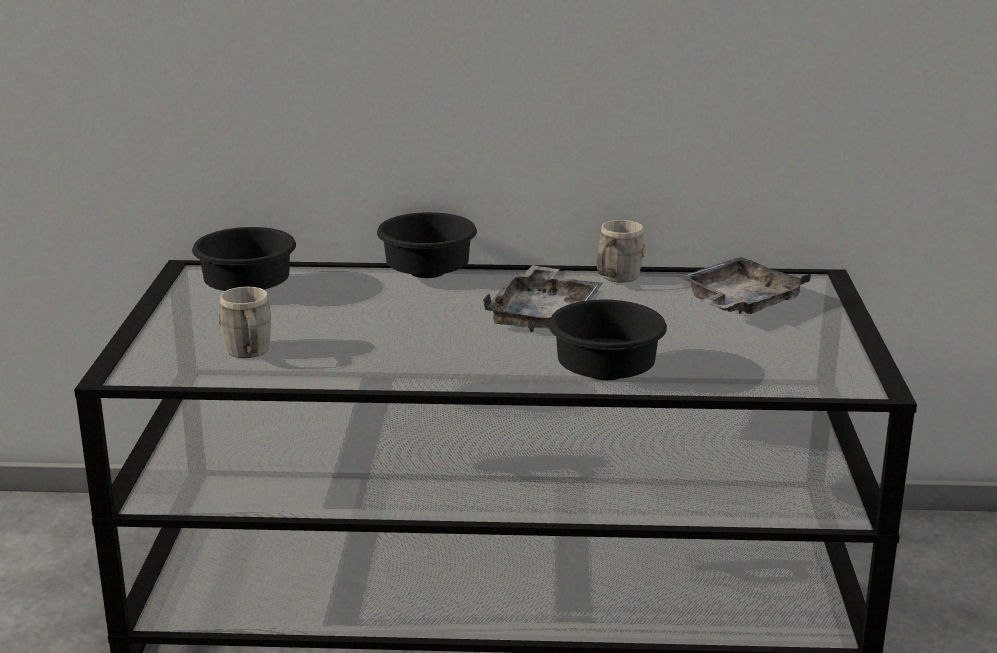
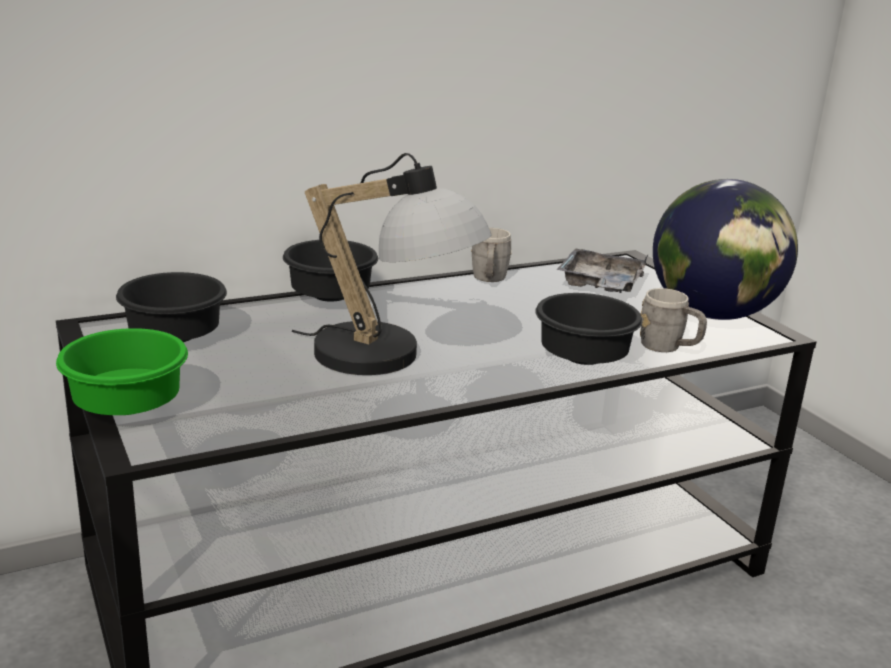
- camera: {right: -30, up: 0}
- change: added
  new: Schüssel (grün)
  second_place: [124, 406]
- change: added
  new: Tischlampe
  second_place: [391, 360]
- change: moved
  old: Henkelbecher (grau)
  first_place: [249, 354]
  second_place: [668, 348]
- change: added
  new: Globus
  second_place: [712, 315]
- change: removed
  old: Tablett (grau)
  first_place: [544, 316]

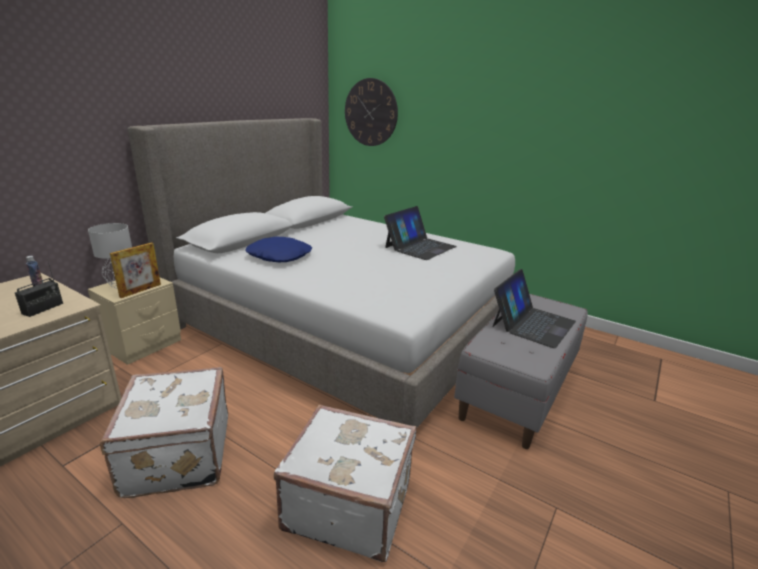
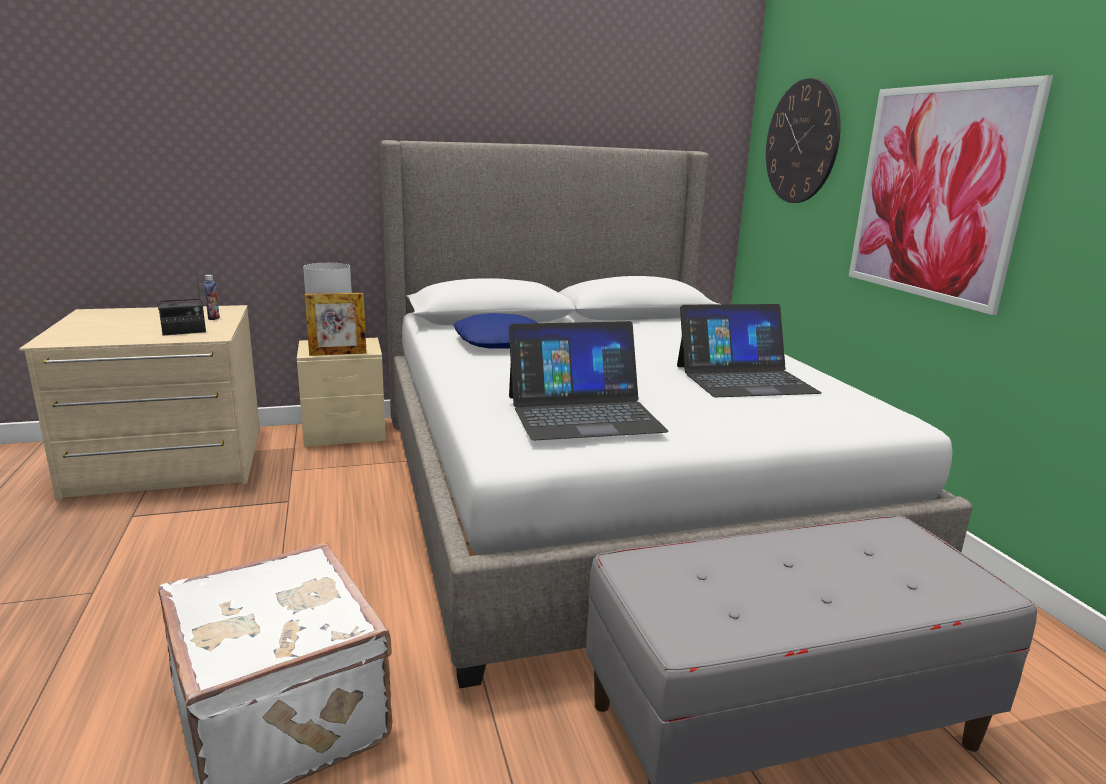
- camera: {right: 40, up: -5}
- change: moved
  old: Laptop
  first_place: [532, 323]
  second_place: [583, 413]
- change: added
  new: Bild
  second_place: [935, 193]
- change: removed
  old: Koffer (weiß)
  first_place: [176, 455]

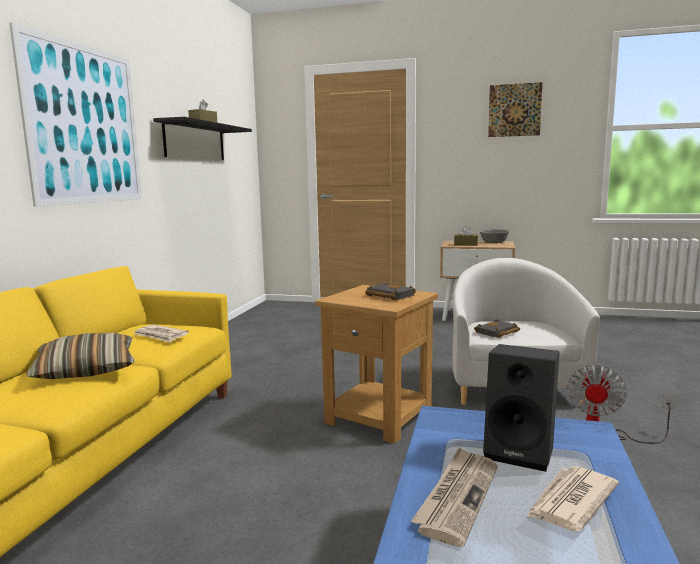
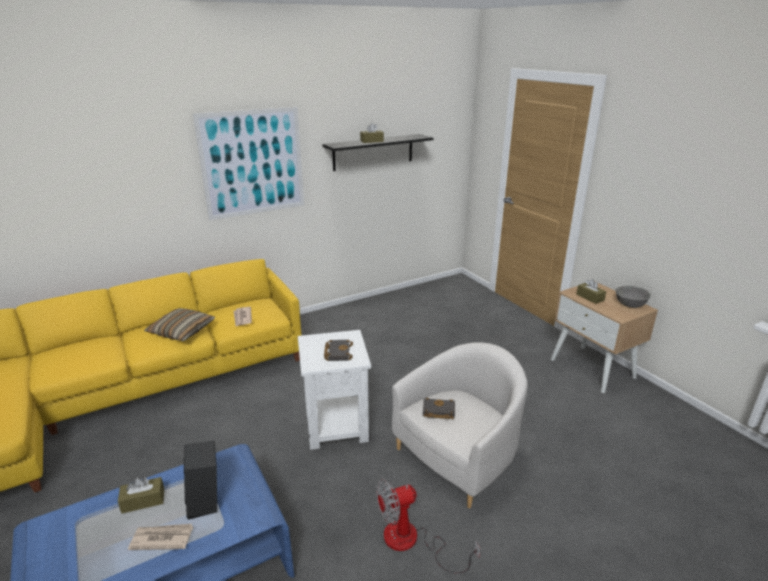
- camera: {right: 45, up: 15}
- change: replaced
  old: Zeitung
  new: Taschentuchbox (braun)
  first_place: [457, 496]
  second_place: [143, 501]
- change: recoloured
  old: Beistelltisch (braun)
  new: Beistelltisch (weiß)
  first_place: [380, 417]
  second_place: [336, 426]
- change: removed
  old: Bild
  first_place: [514, 110]

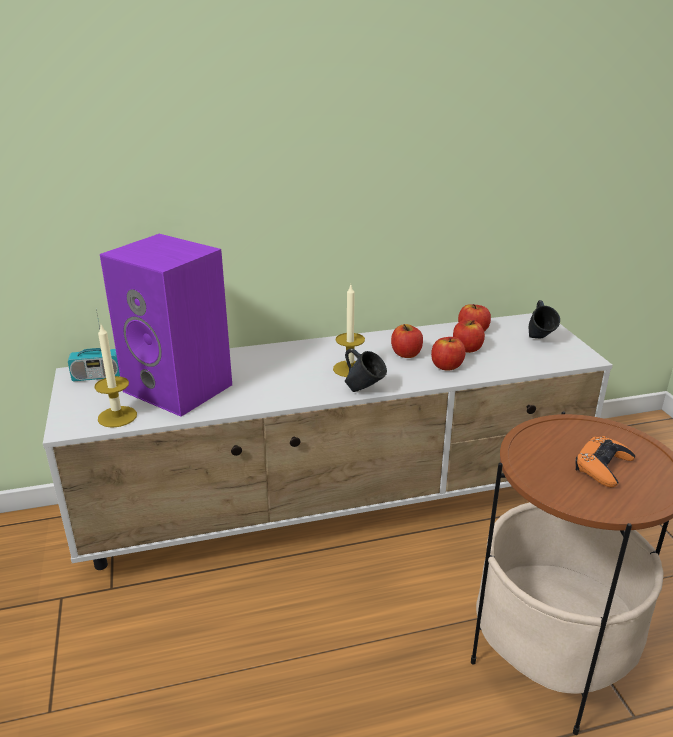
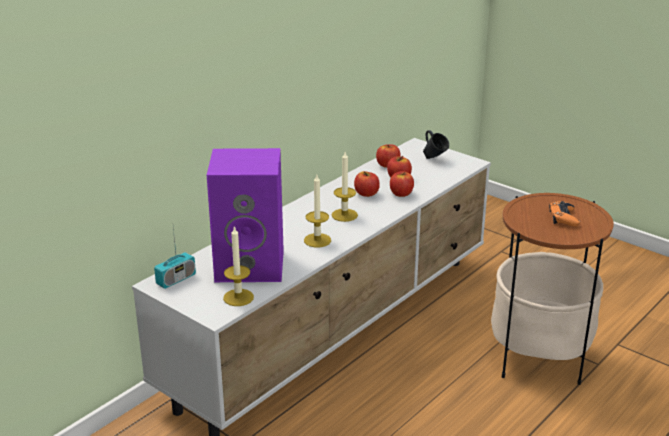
- camera: {right: -35, up: 0}
- change: added
  new: Kerze
  second_place: [317, 240]
- change: removed
  old: Henkelbecher (blau)
  first_place: [364, 391]

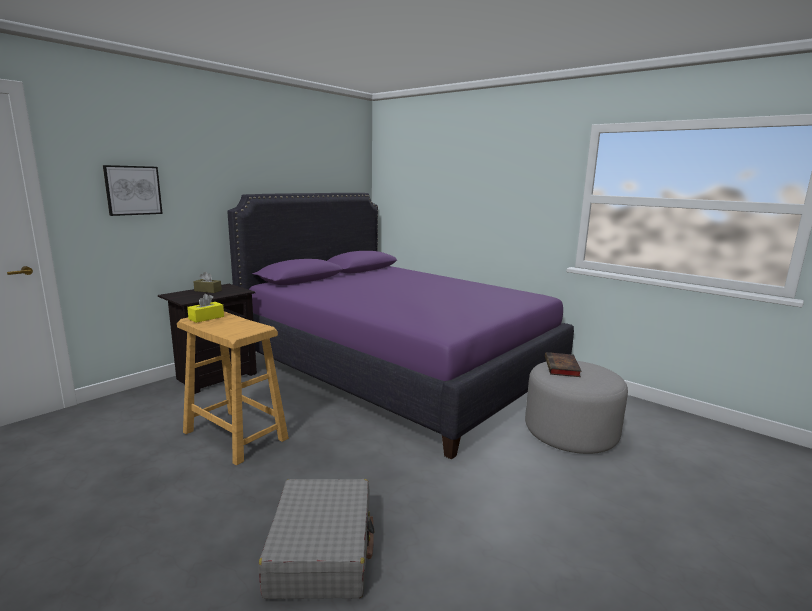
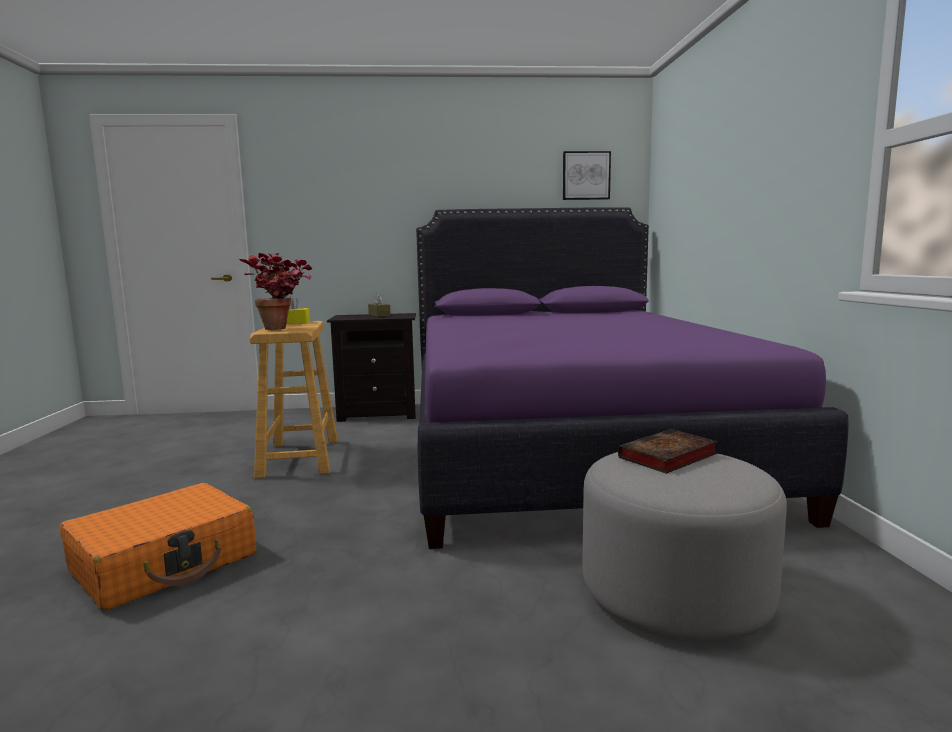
- camera: {right: 45, up: -5}
- change: recoloured
  old: Koffer (grau)
  new: Koffer (orange)
  first_place: [322, 550]
  second_place: [165, 563]
- change: added
  new: Topfpflanze
  second_place: [282, 329]
- change: moved
  old: Bild
  first_place: [133, 190]
  second_place: [586, 175]

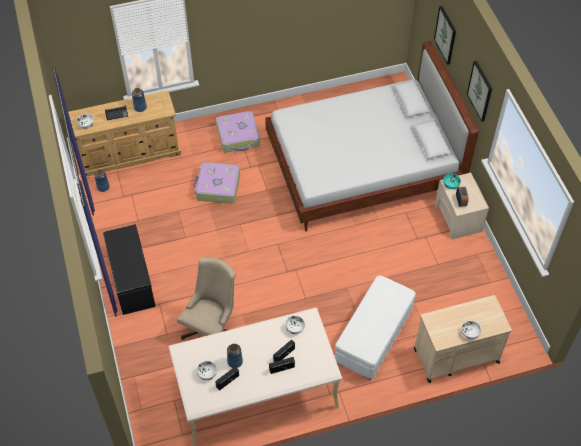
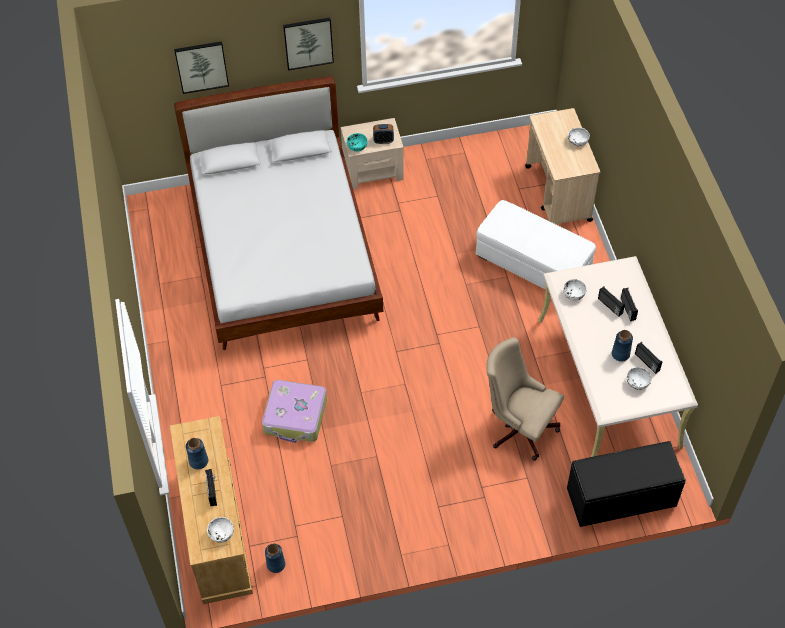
- camera: {right: -85, up: 0}
- change: moved
  old: Bank (schwarz)
  first_place: [131, 280]
  second_place: [621, 497]
- change: removed
  old: Koffer
  first_place: [238, 136]

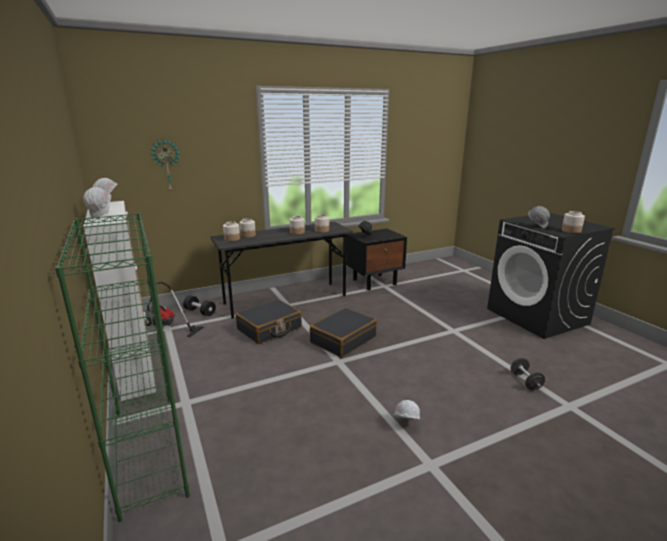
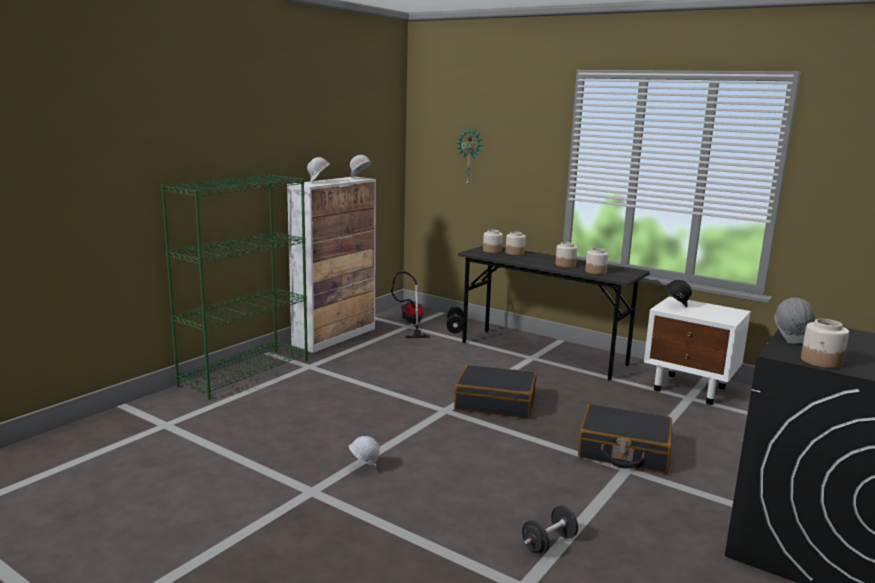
- camera: {right: 60, up: -5}
- change: moved
  old: Koffer (schwarz)
  first_place: [269, 329]
  second_place: [624, 451]
- change: recoloured
  old: Nachttisch (schwarz)
  new: Nachttisch (weiß)
  first_place: [375, 281]
  second_place: [691, 389]

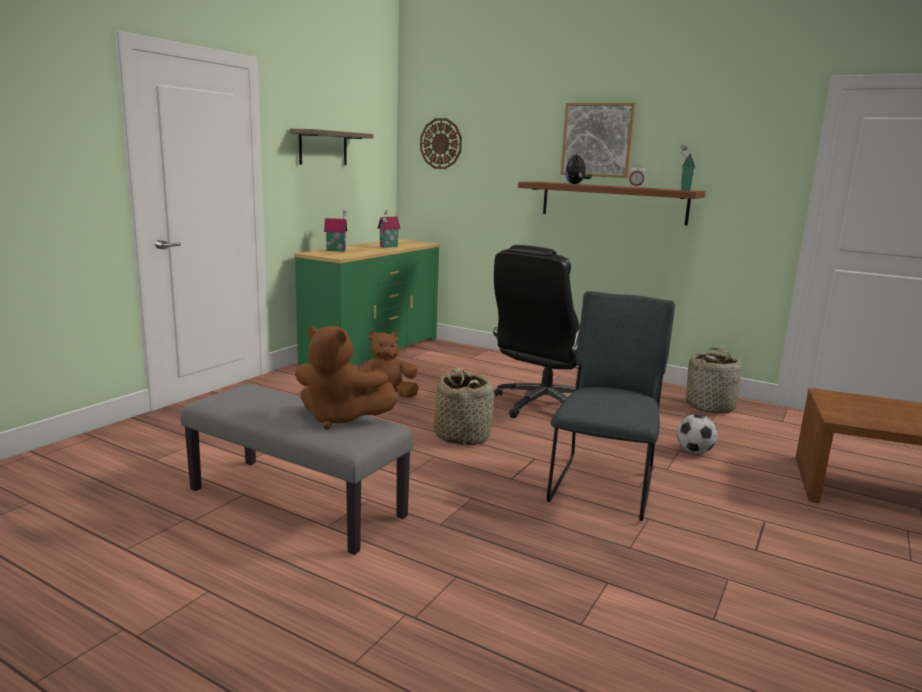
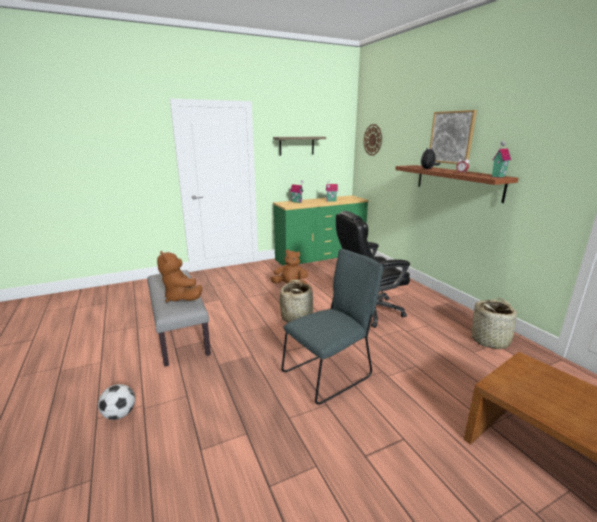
- camera: {right: 35, up: 5}
- change: moved
  old: Fußball
  first_place: [694, 451]
  second_place: [120, 414]

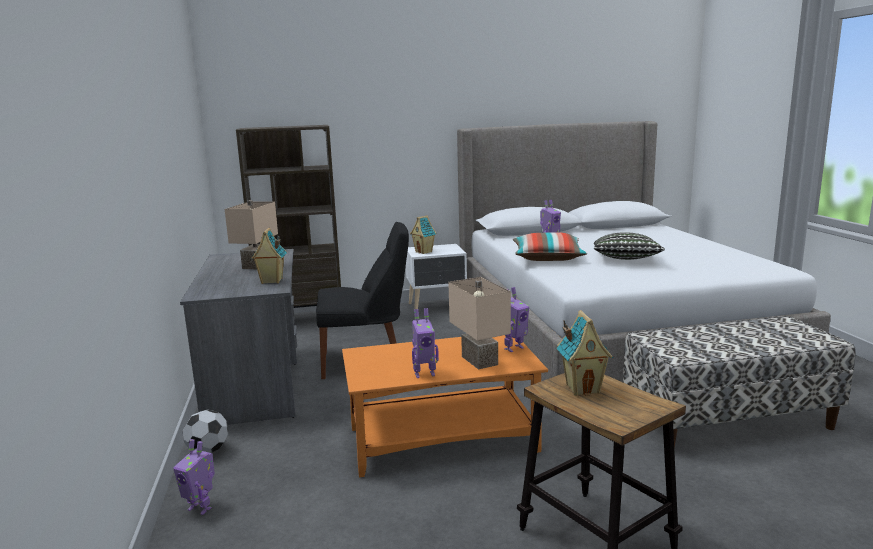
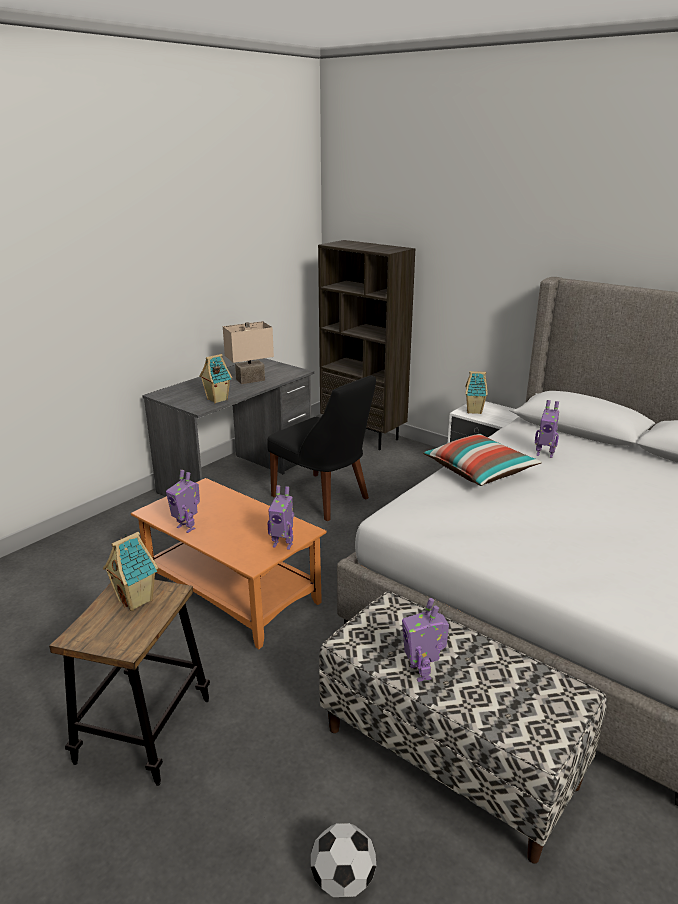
- camera: {right: 50, up: 10}
- change: moved
  old: Fußball
  first_place: [208, 451]
  second_place: [343, 880]
- change: moved
  old: Spielzeugroboter
  first_place: [200, 508]
  second_place: [422, 672]
- change: removed
  old: Tischlampe (beige)
  first_place: [481, 360]
- change: removed
  old: Kissen
  first_place: [625, 260]

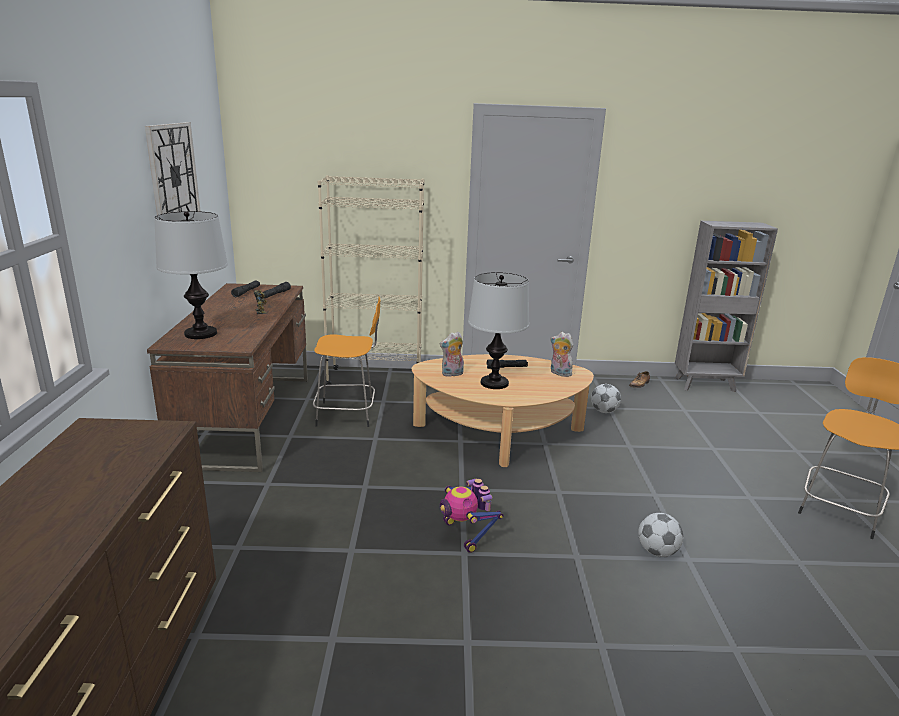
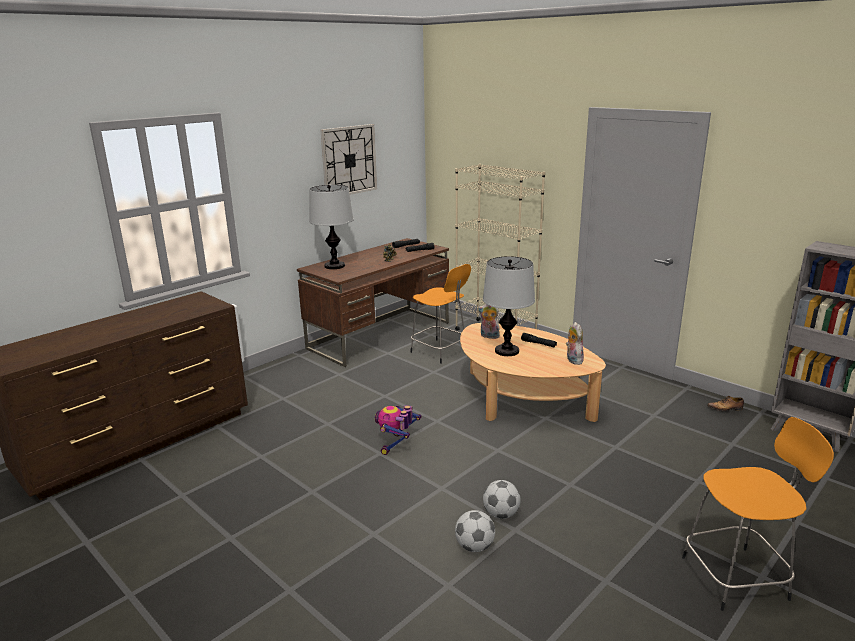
- camera: {right: 45, up: 0}
- change: moved
  old: Fußball
  first_place: [604, 411]
  second_place: [474, 547]

